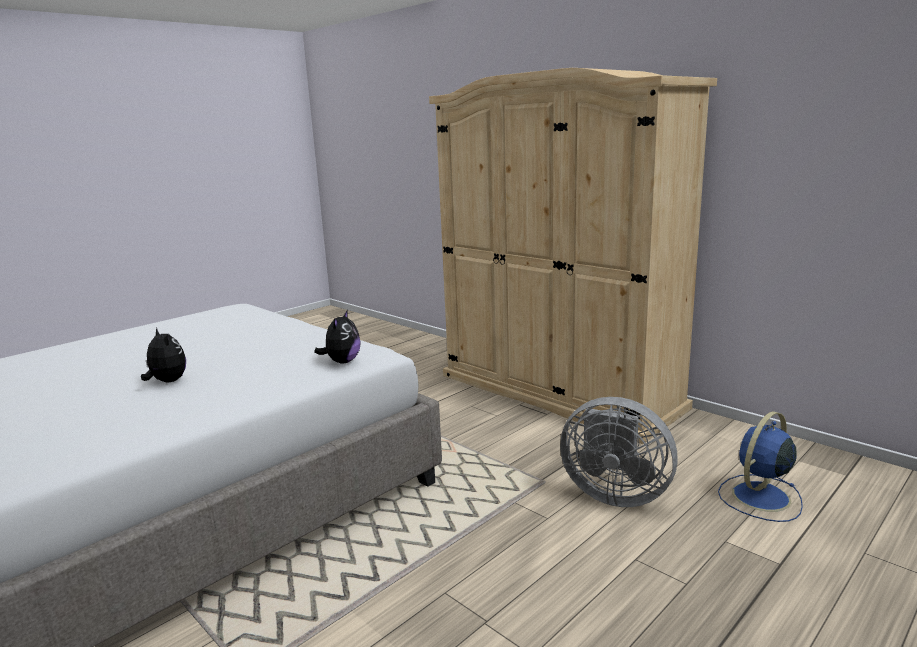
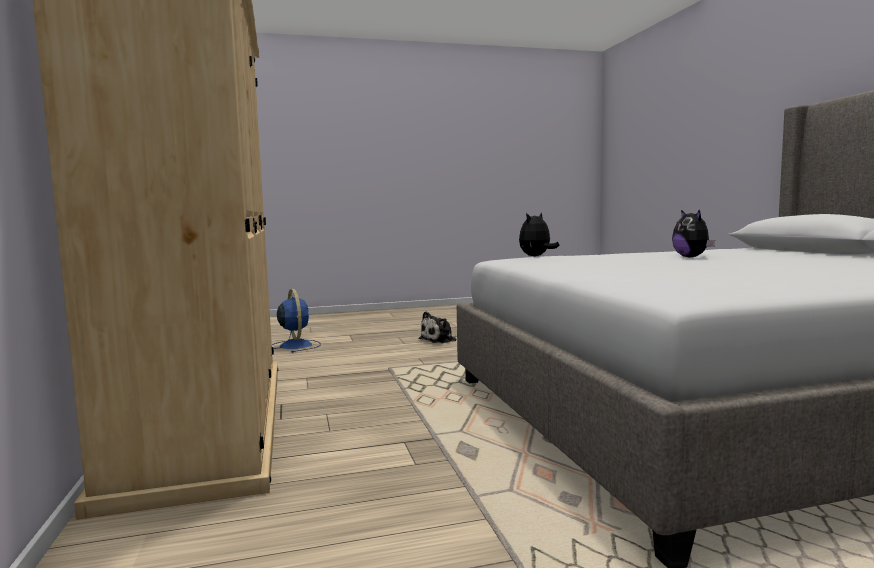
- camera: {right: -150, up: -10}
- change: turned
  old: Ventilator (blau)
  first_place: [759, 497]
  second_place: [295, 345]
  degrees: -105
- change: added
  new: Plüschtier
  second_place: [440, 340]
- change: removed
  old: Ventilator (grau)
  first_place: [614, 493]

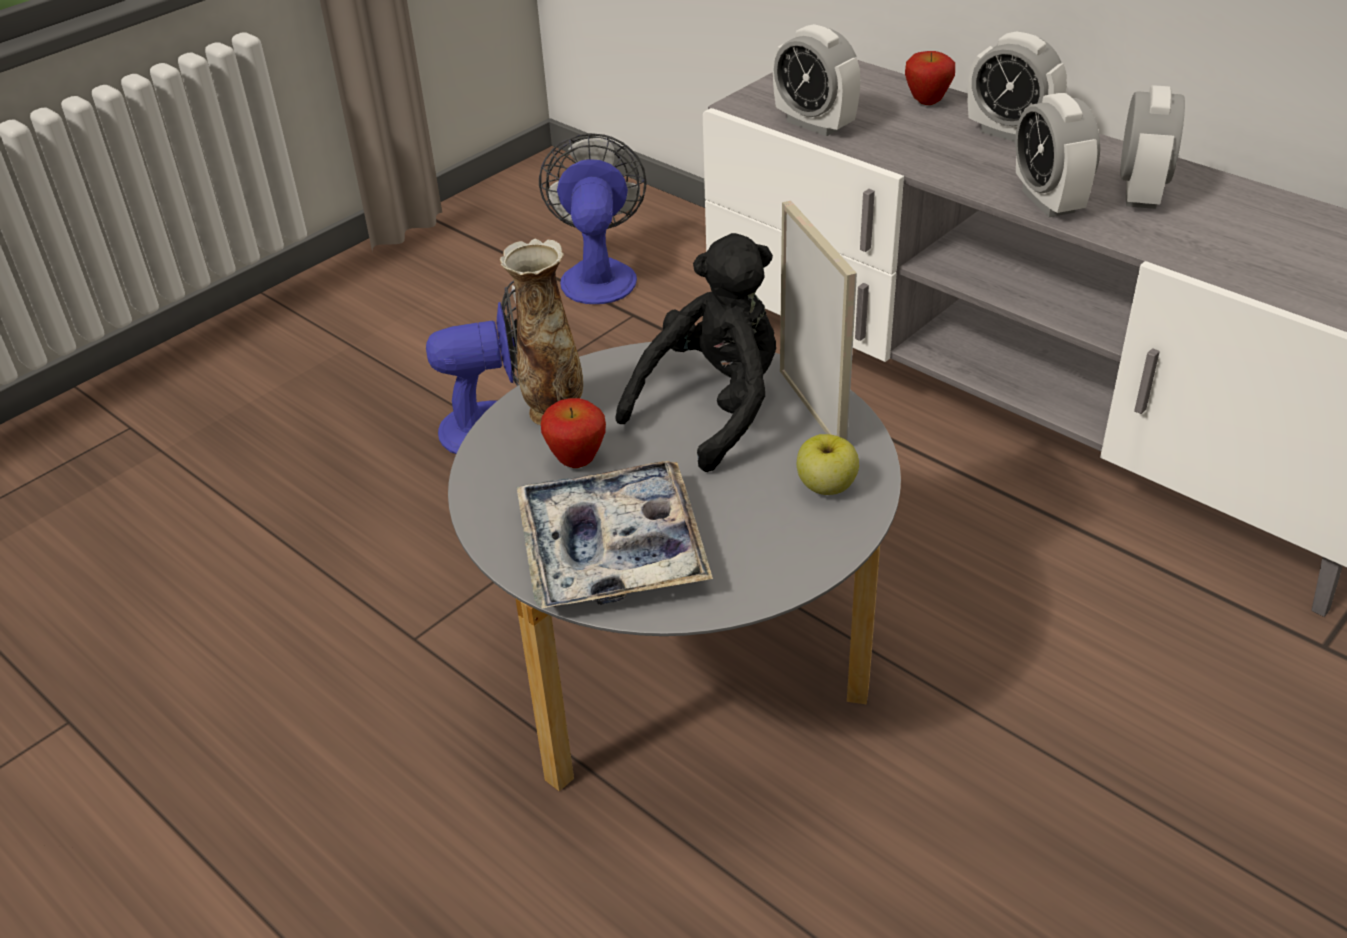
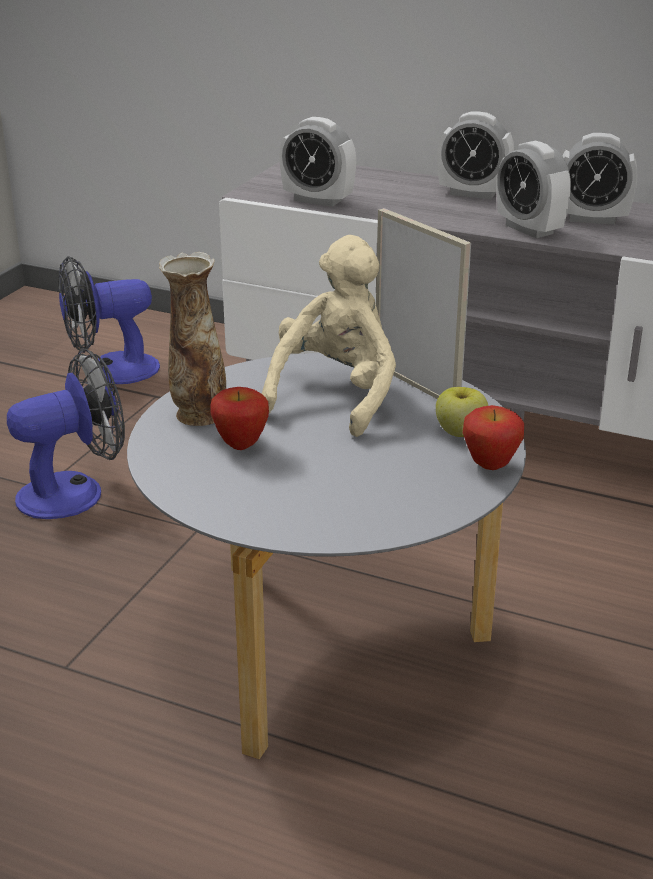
- camera: {right: -20, up: -10}
- change: turned
  old: Ventilator
  first_place: [598, 274]
  second_place: [110, 371]
  degrees: -90
- change: recoloured
  old: Plüschtier (schwarz)
  new: Plüschtier (beige)
  first_place: [713, 408]
  second_place: [335, 395]
- change: moved
  old: Apfel
  first_place: [927, 103]
  second_place: [490, 466]
- change: turned
  old: Wecker
  first_place: [1140, 193]
  second_place: [592, 219]
  degrees: 105
- change: removed
  old: Tablett
  first_place: [612, 550]

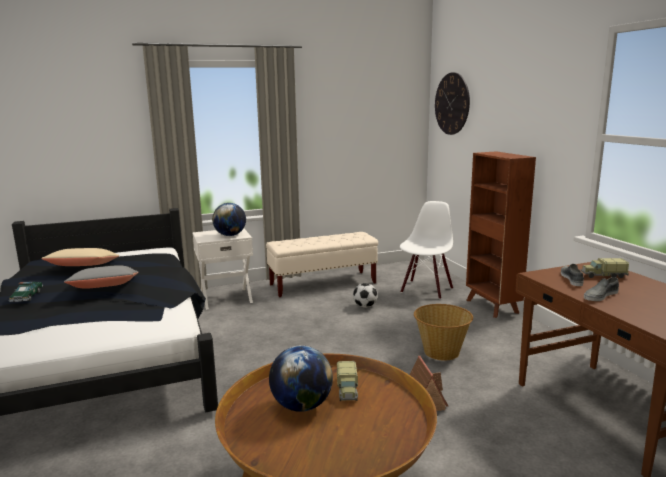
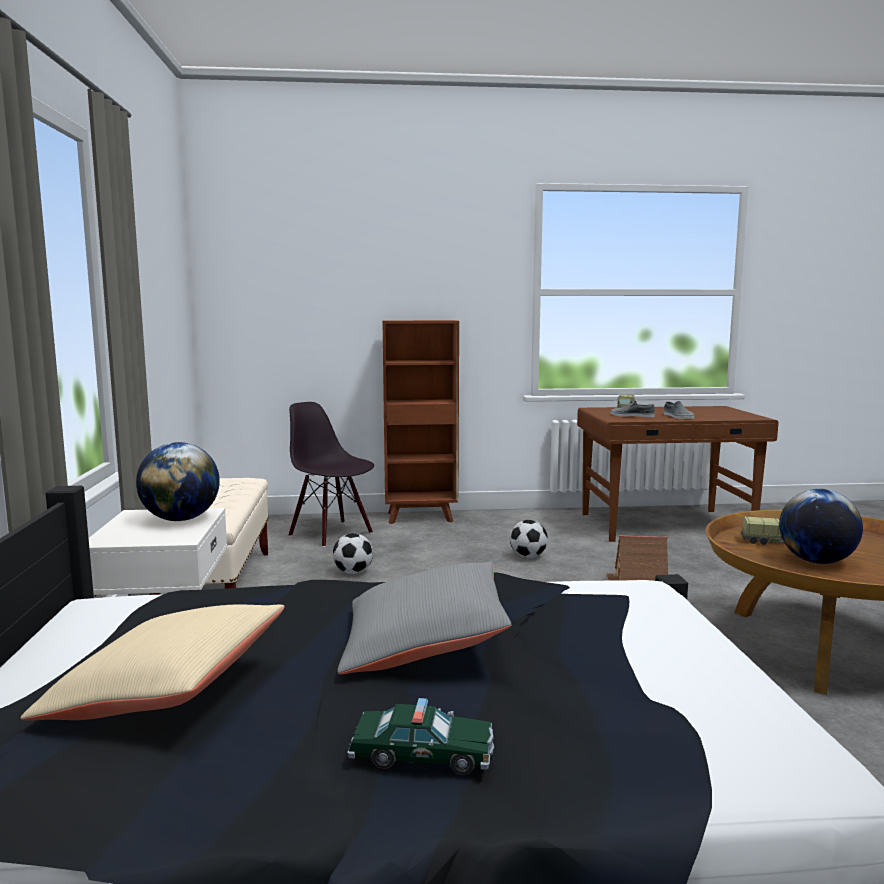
- camera: {right: -75, up: -5}
- change: recoloured
  old: Stuhl (weiß)
  new: Stuhl (schwarz)
  first_place: [426, 290]
  second_place: [331, 534]
- change: replaced
  old: Korb
  new: Fußball
  first_place: [441, 352]
  second_place: [528, 557]
- change: removed
  old: Wanduhr
  first_place: [452, 104]

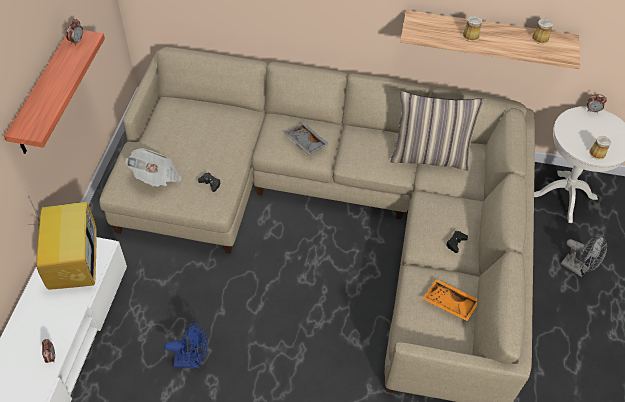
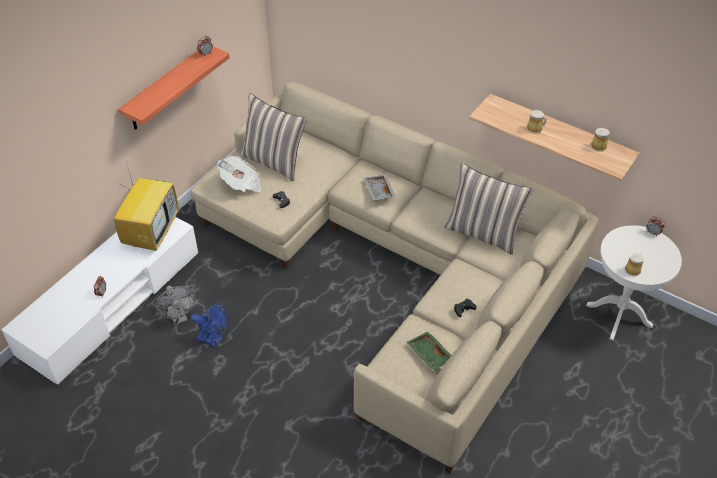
- camera: {right: 25, up: -5}
- change: moved
  old: Ventilator (grau)
  first_place: [578, 268]
  second_place: [179, 318]
- change: added
  new: Kissen
  second_place: [274, 161]
- change: recoloured
  old: Tablett (orange)
  new: Tablett (grün)
  first_place: [449, 304]
  second_place: [429, 355]

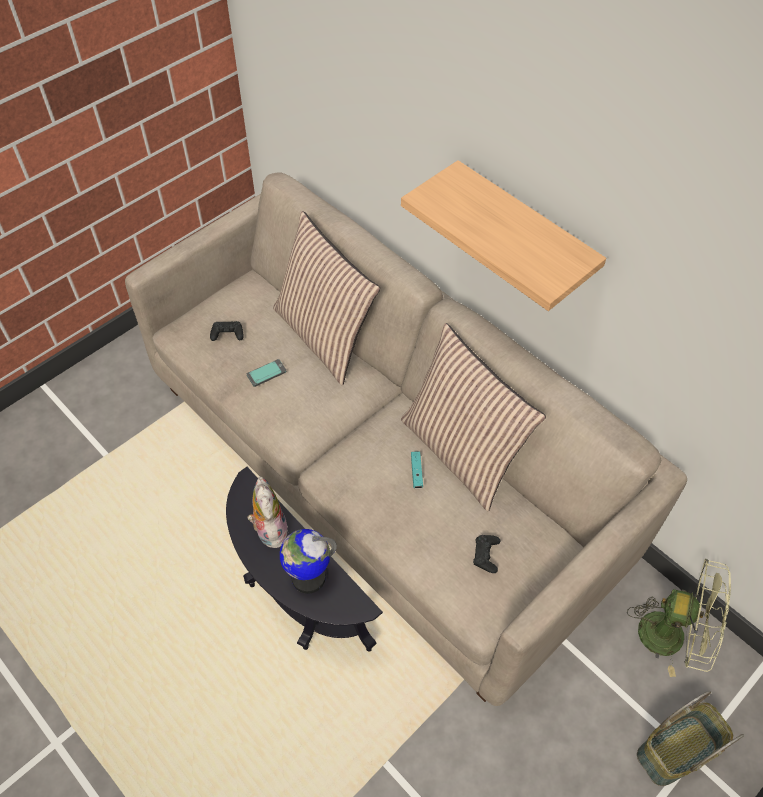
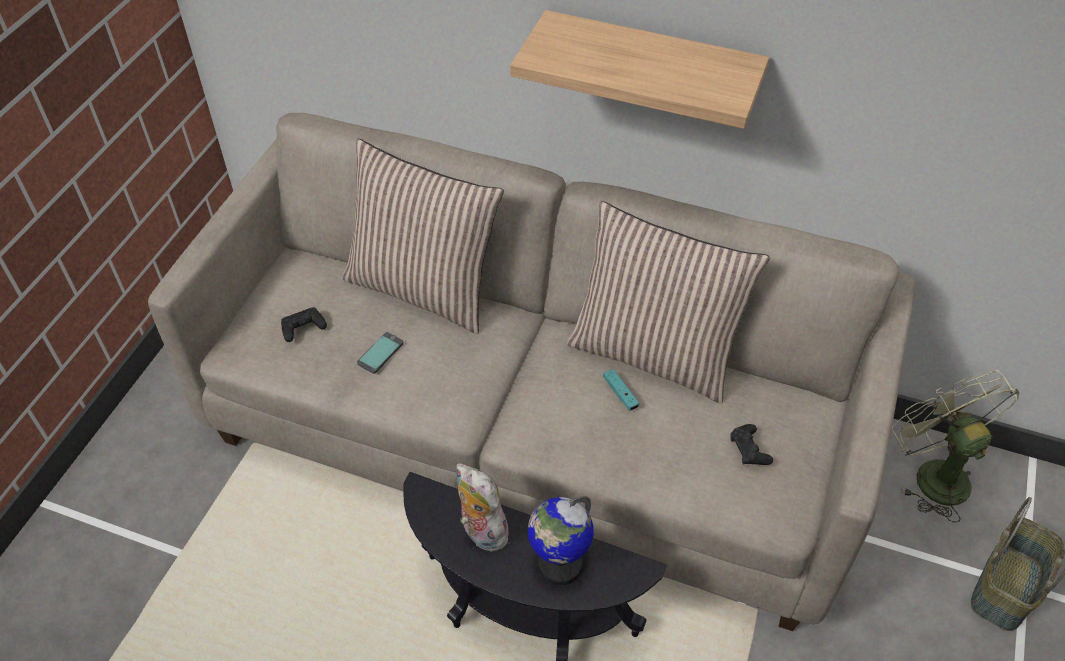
- camera: {right: -25, up: -5}
- change: turned
  old: Ventilator (grün)
  first_place: [672, 635]
  second_place: [933, 473]
  degrees: -105

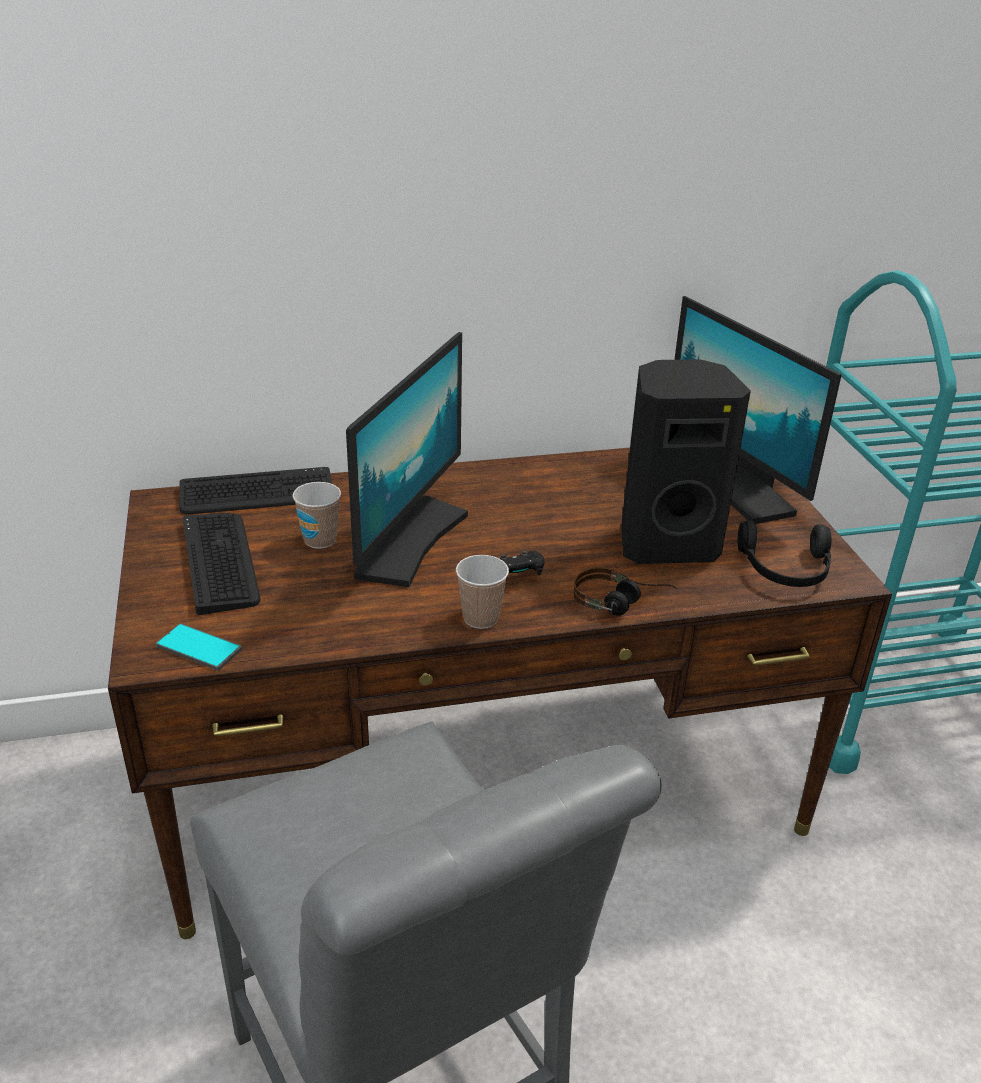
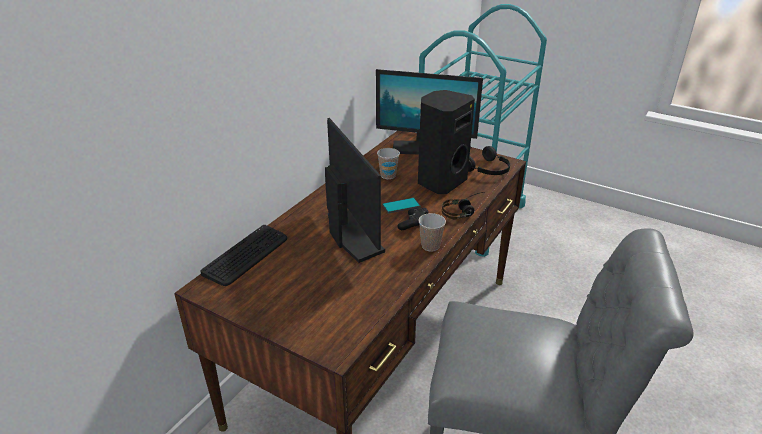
- camera: {right: -45, up: 0}
- change: moved
  old: Tasse
  first_place: [320, 540]
  second_place: [388, 175]
- change: moved
  old: Handy
  first_place: [199, 648]
  second_place: [401, 206]
- change: removed
  old: Tastatur
  first_place: [220, 562]

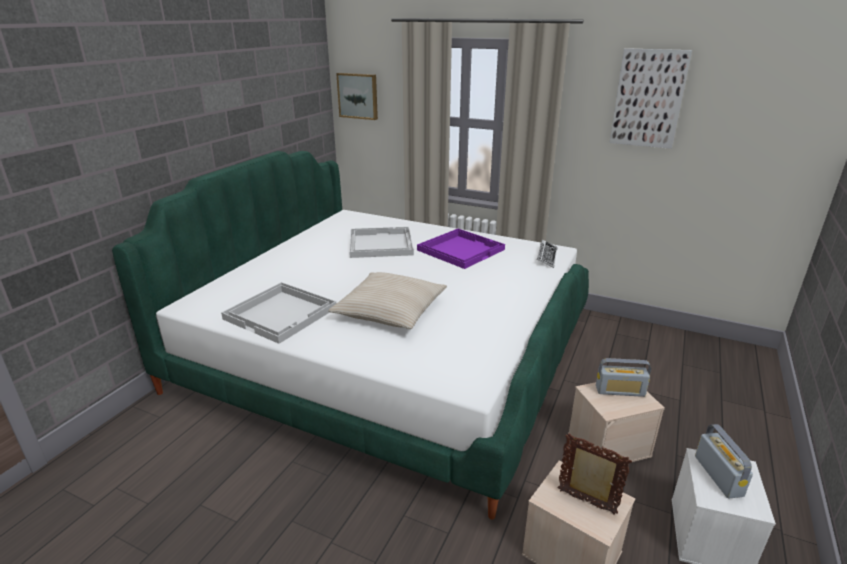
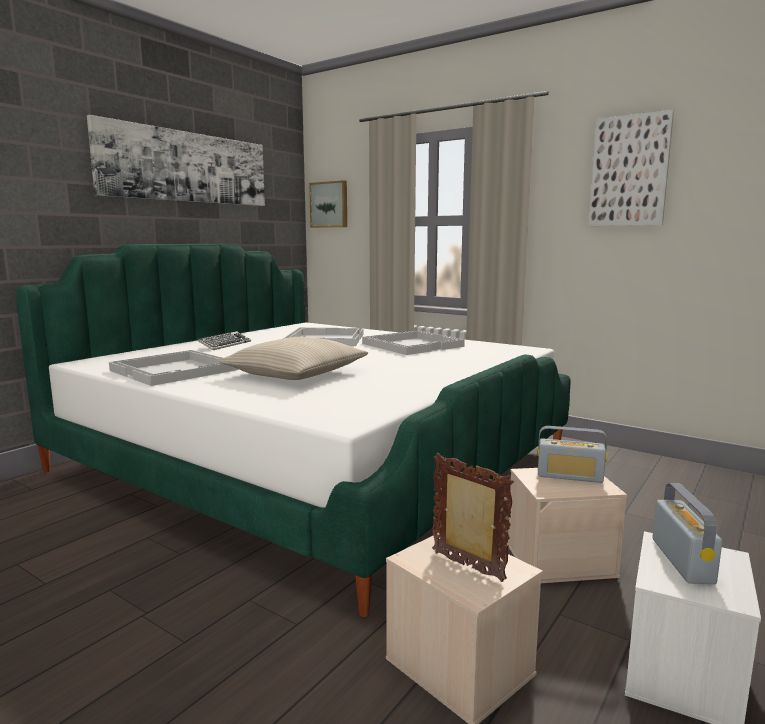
- camera: {right: 10, up: -15}
- change: added
  new: Bild
  second_place: [186, 167]
- change: moved
  old: Tastatur
  first_place: [546, 256]
  second_place: [225, 344]
- change: recoloured
  old: Tablett (lila)
  new: Tablett (weiß)
  first_place: [460, 249]
  second_place: [412, 345]

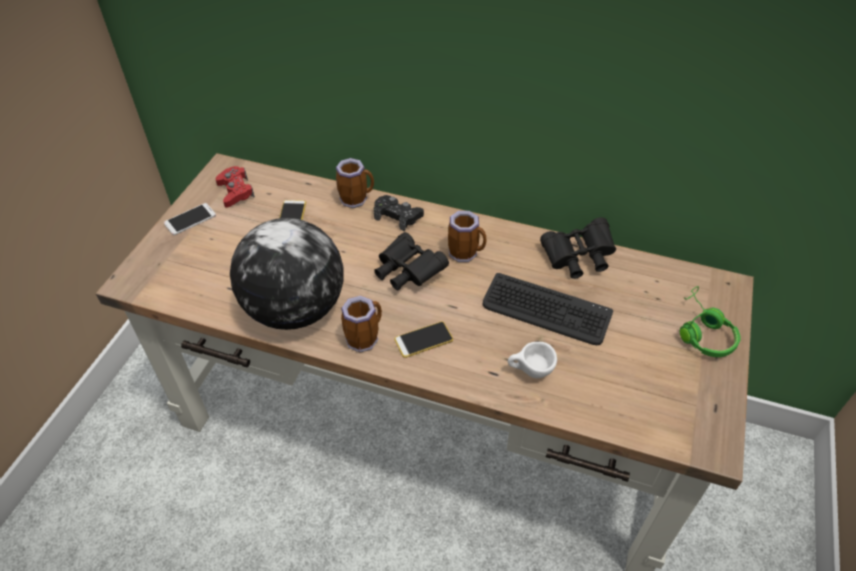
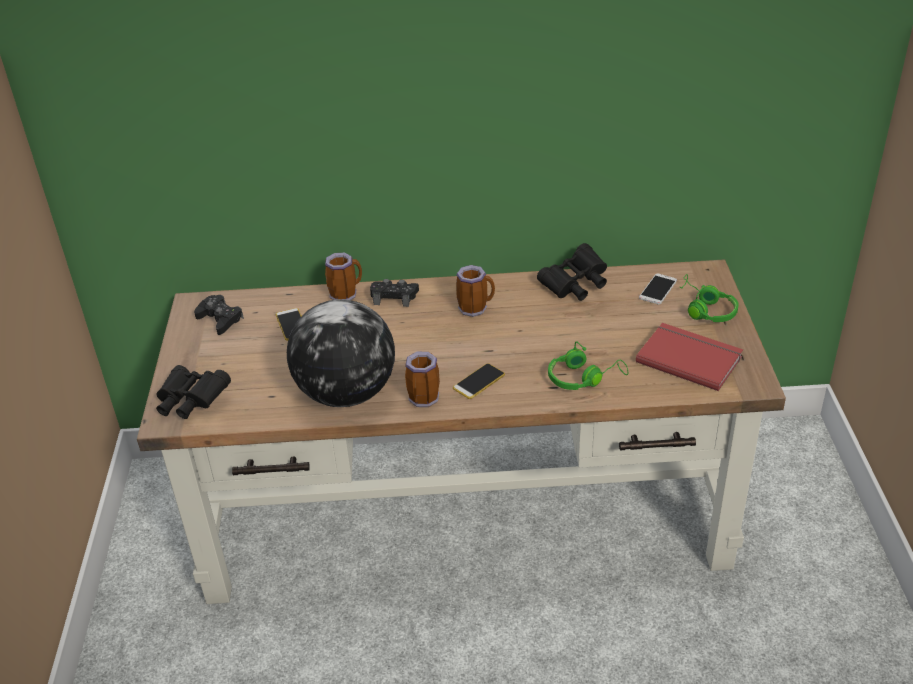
- camera: {right: -20, up: -10}
- change: moved
  old: Fernglas (schwarz)
  first_place: [407, 272]
  second_place: [191, 402]
- change: recoloured
  old: Gamepad (rot)
  new: Gamepad (schwarz)
  first_place: [235, 191]
  second_place: [220, 319]
- change: replaced
  old: Tasse (weiß)
  new: Kopfhörer (grün)
  first_place: [530, 372]
  second_place: [583, 377]
- change: added
  new: Buch (rot)
  second_place: [689, 358]
- change: moved
  old: Handy
  first_place: [190, 219]
  second_place: [658, 289]
- change: removed
  old: Tastatur
  first_place: [546, 310]

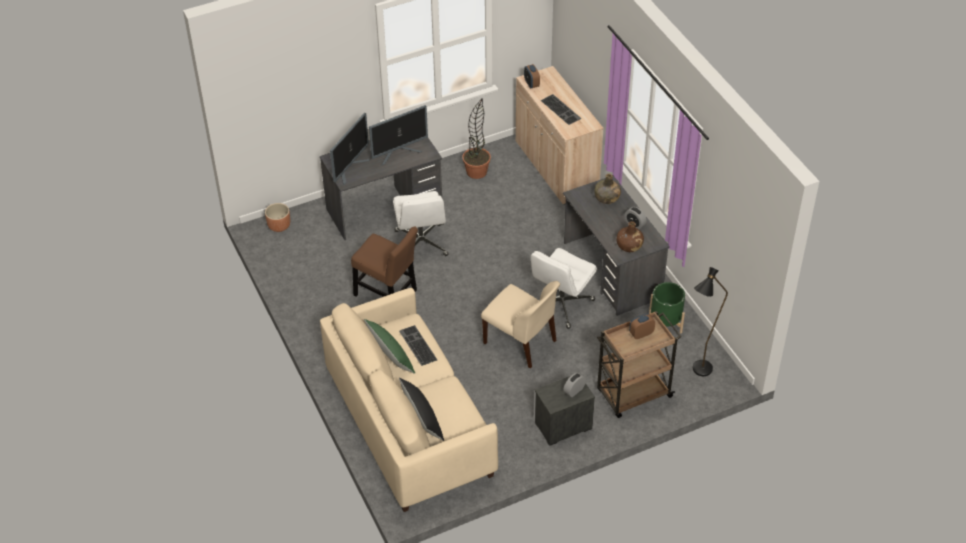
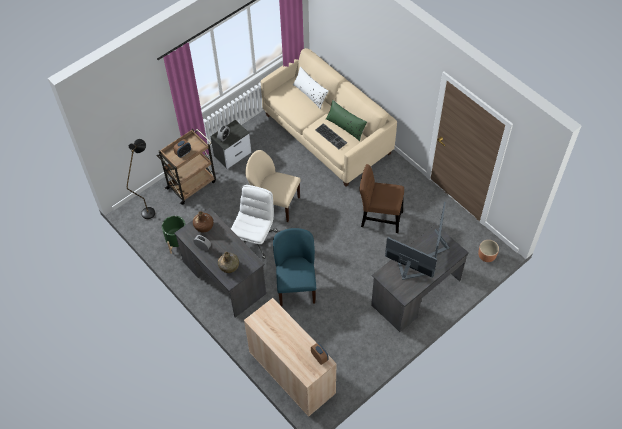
- camera: {right: 165, up: 10}
- change: added
  new: Stuhl (blau)
  second_place: [296, 285]
- change: recoloured
  old: Kissen (schwarz)
  new: Kissen (weiß)
  first_place: [422, 418]
  second_place: [310, 94]
- change: turned
  old: Monitor
  first_place: [399, 153]
  second_place: [407, 271]
  degrees: 75
- change: removed
  old: Bürostuhl (weiß)
  first_place: [421, 243]
- change: removed
  old: Topfpflanze
  first_place: [476, 172]
- change: removed
  old: Tastatur
  first_place: [561, 109]

